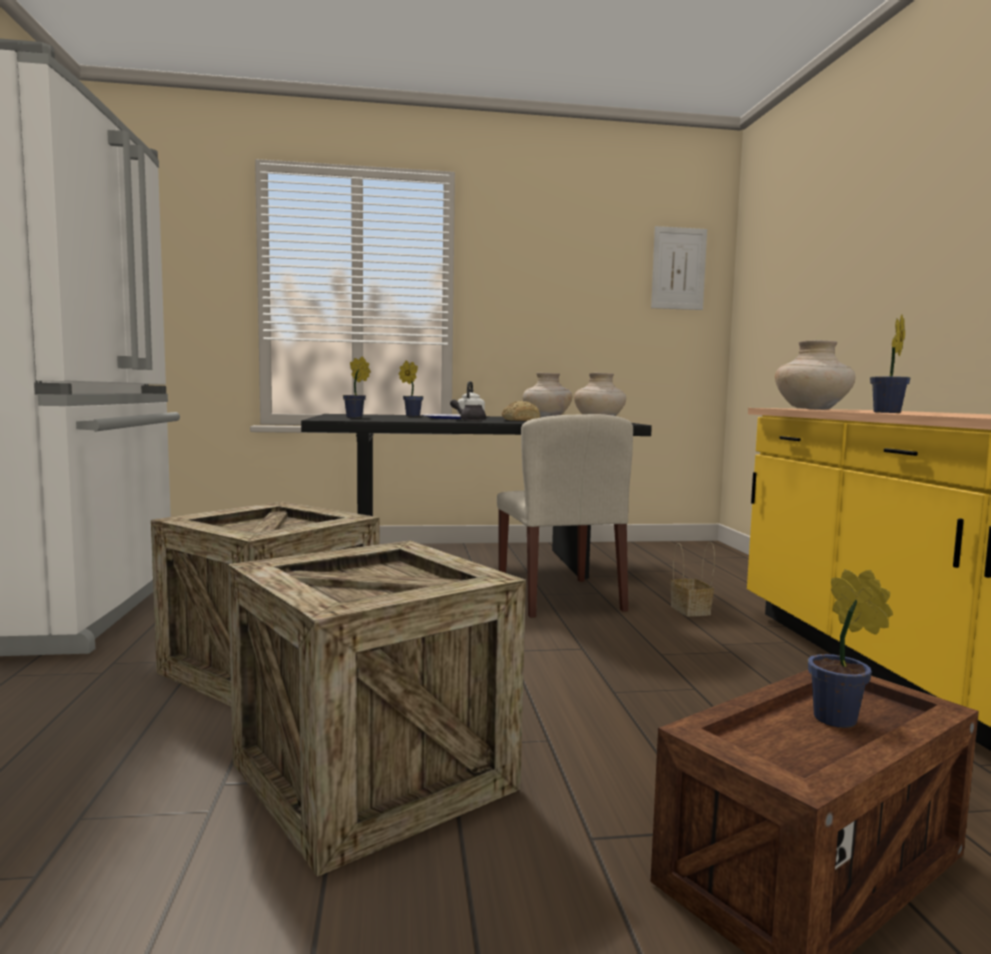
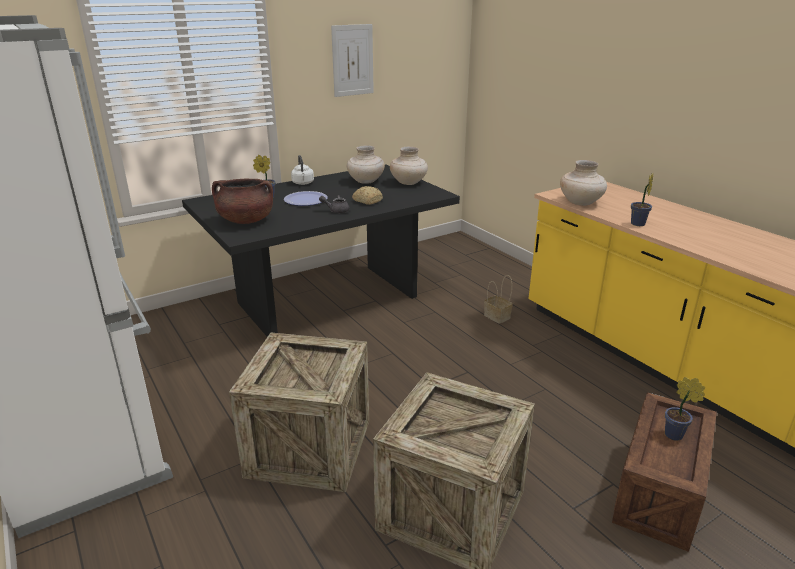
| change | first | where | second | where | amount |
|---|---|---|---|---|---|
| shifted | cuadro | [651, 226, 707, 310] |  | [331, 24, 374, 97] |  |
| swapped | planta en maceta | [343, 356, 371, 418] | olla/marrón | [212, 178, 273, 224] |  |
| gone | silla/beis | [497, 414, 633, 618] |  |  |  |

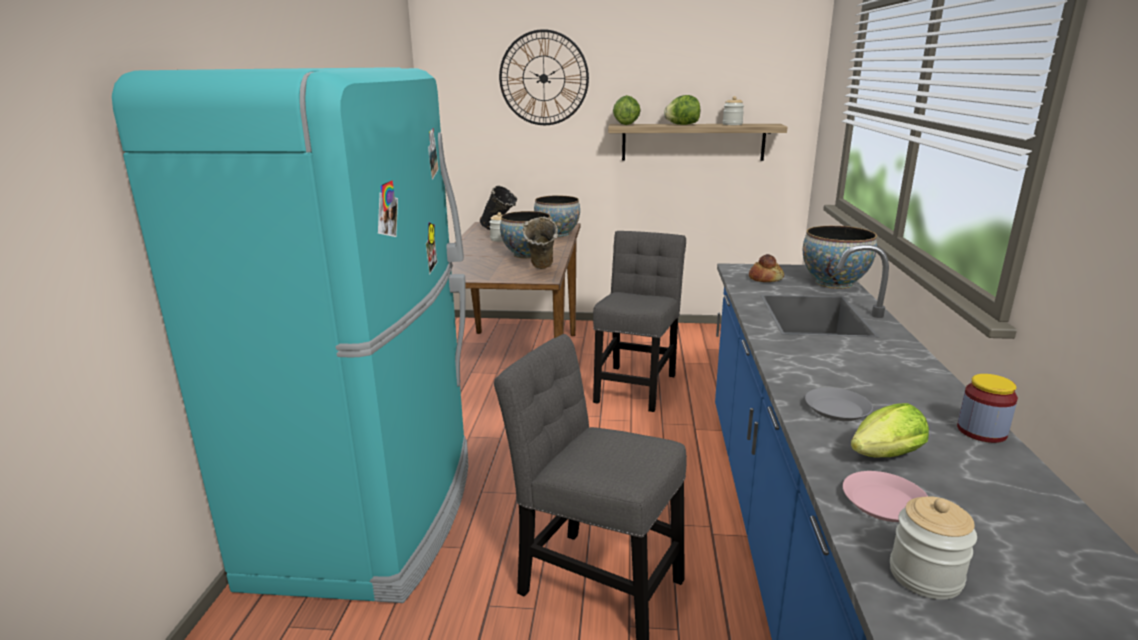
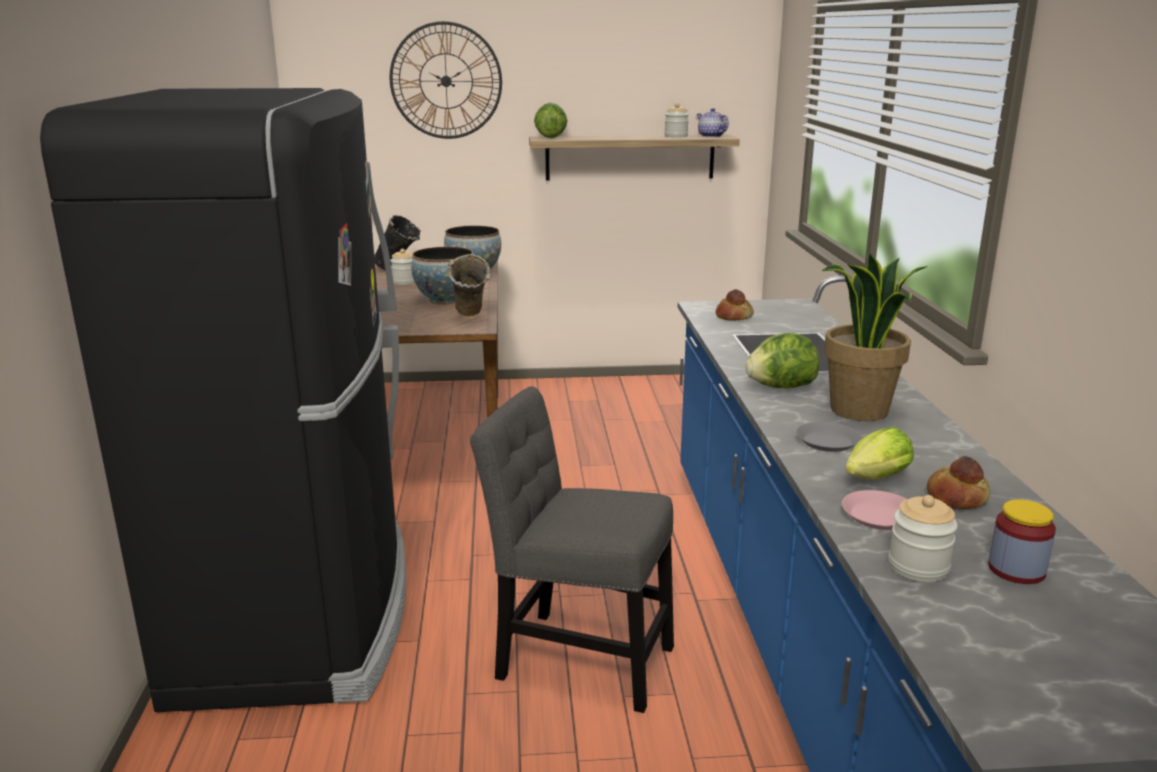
| change | first | where | second | where | amount |
|---|---|---|---|---|---|
| repainted | nevera/turquesa | [112, 67, 468, 603] | nevera/negro | [40, 88, 406, 712] |  |
| shifted | lechuga | [664, 95, 700, 125] |  | [745, 333, 819, 388] |  |
| gone | cuenco | [803, 226, 877, 289] |  |  |  |
| gone | silla/gris | [593, 231, 686, 412] |  |  |  |
| shifted | tarro | [957, 374, 1018, 443] |  | [988, 499, 1056, 584] |  |
| new |  |  | tetera | [697, 108, 729, 137] |  |
| new |  |  | planta en maceta | [821, 253, 928, 421] |  |
| new |  |  | pan | [927, 456, 990, 509] |  |

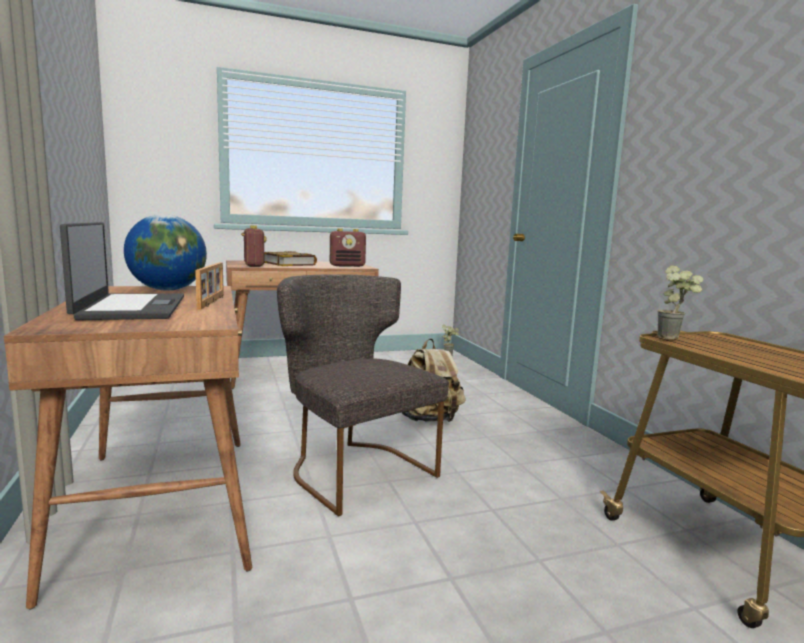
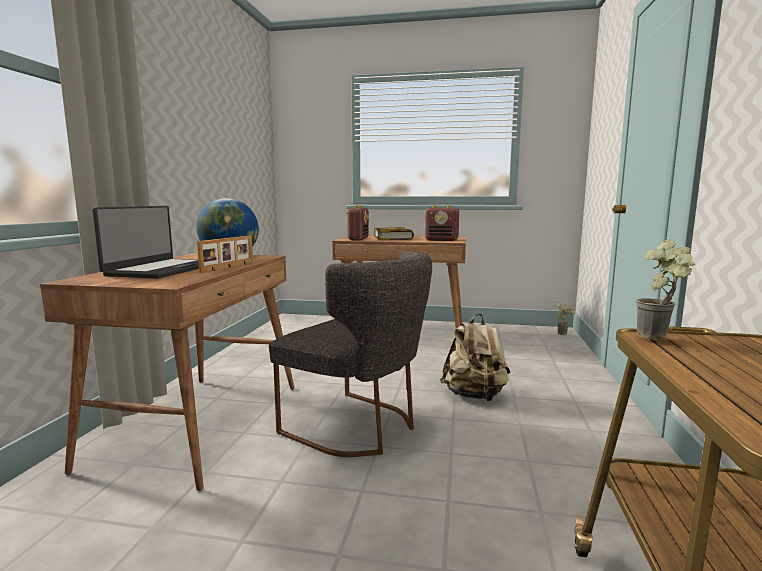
| change | first | where | second | where | amount |
|---|---|---|---|---|---|
| rotated | silla/gris | [277, 274, 449, 516] |  | [269, 251, 432, 457] | 135 degrees clockwise |

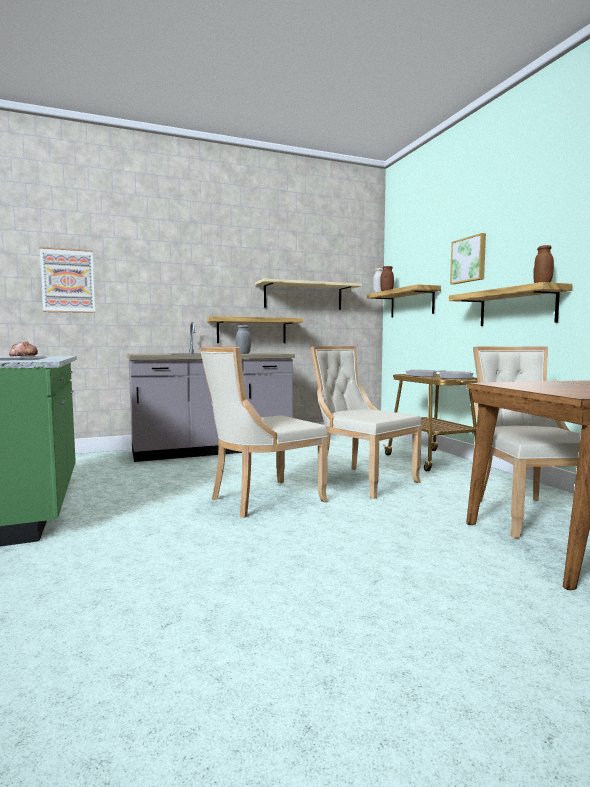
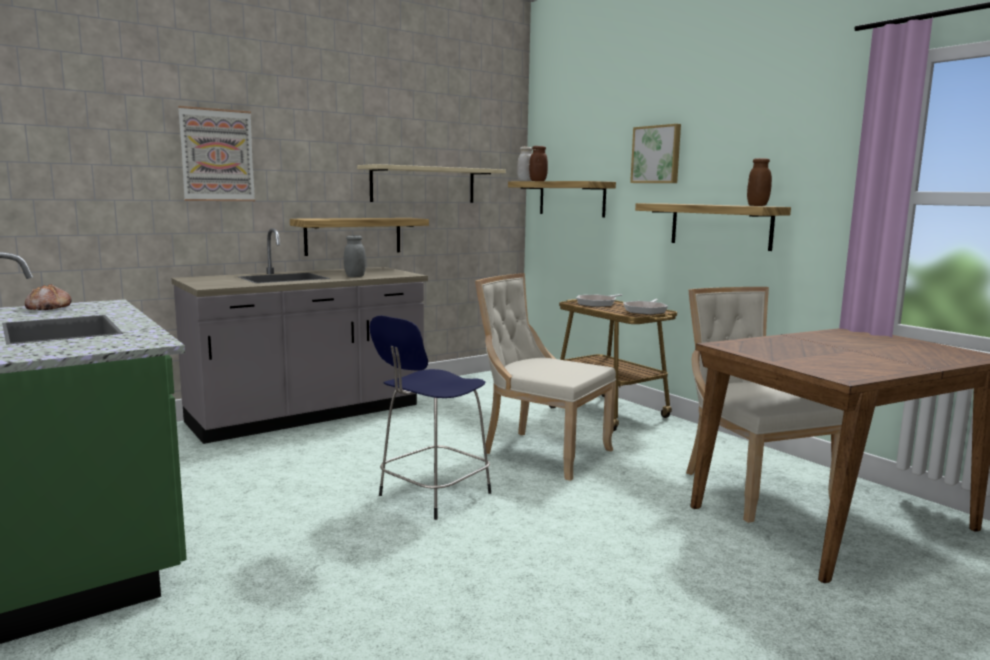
| change | first | where | second | where | amount |
|---|---|---|---|---|---|
| shifted | cuadro | [40, 247, 95, 313] |  | [178, 106, 255, 201] |  |
| swapped | silla/beis | [200, 347, 329, 518] | taburete/azul | [370, 316, 491, 520] |  |

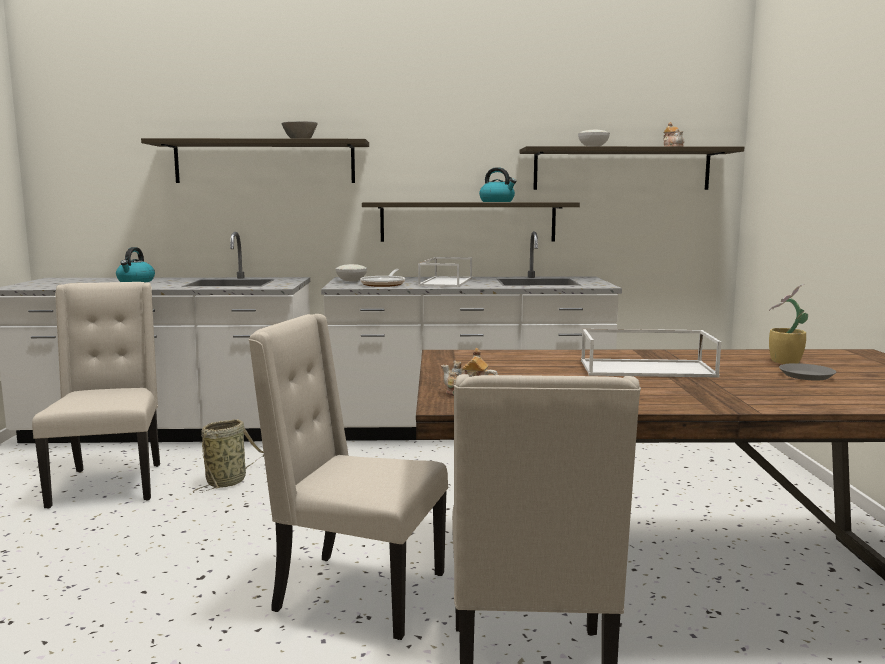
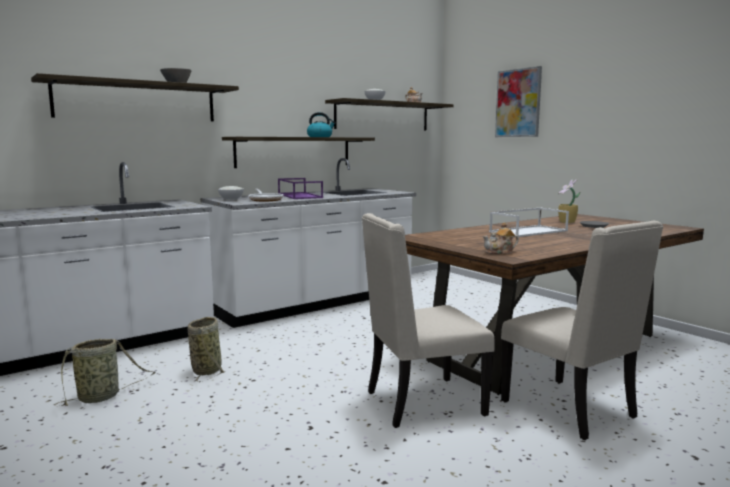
| change | first | where | second | where | amount |
|---|---|---|---|---|---|
| gone | hervidor | [116, 247, 155, 282] |  |  |  |
| repainted | bandeja/blanco | [418, 257, 472, 287] | bandeja/morado | [278, 178, 323, 199] |  |
| swapped | silla/beis | [32, 282, 160, 509] | cesta | [54, 339, 156, 406] |  |
| new |  |  | cuadro | [495, 66, 542, 137] |  |

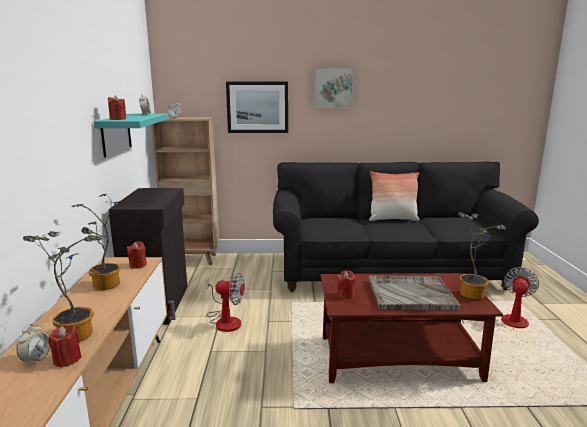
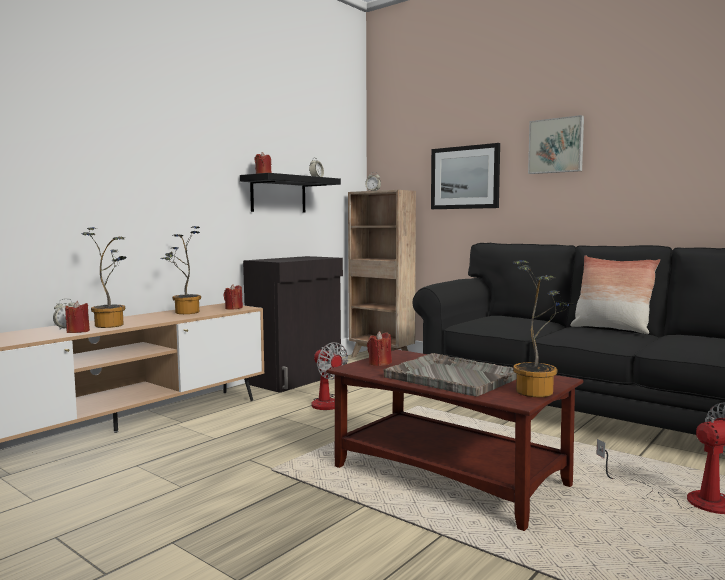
| change | first | where | second | where | amount |
|---|---|---|---|---|---|
| repainted | estante/turquesa | [94, 114, 169, 157] | estante/negro | [240, 173, 341, 212] |  |

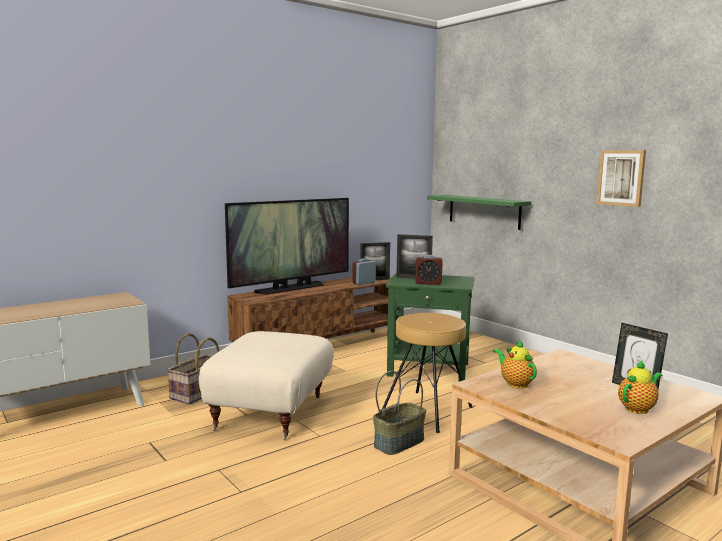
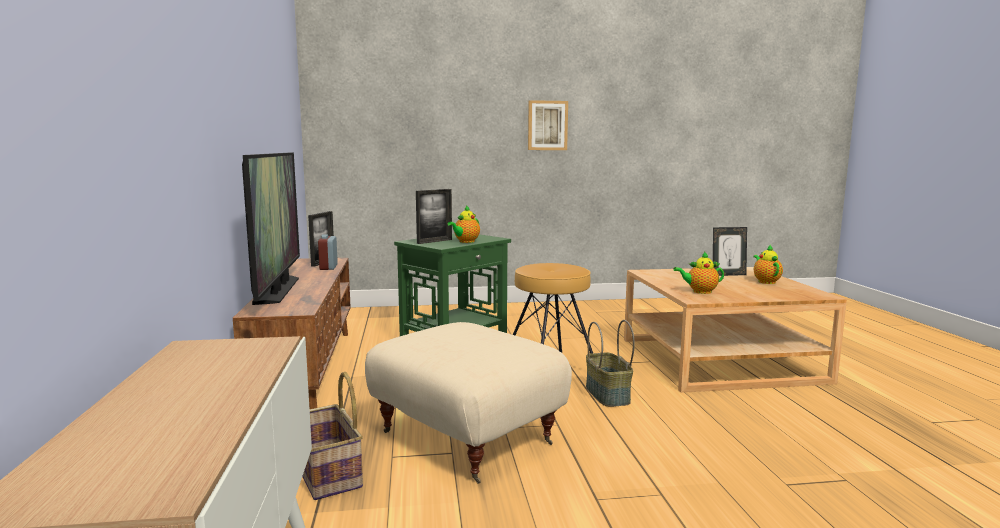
| change | first | where | second | where | amount |
|---|---|---|---|---|---|
| gone | estante/verde | [427, 195, 531, 230] |  |  |  |
| swapped | despertador | [415, 255, 443, 285] | tetera | [448, 205, 480, 243] |  |

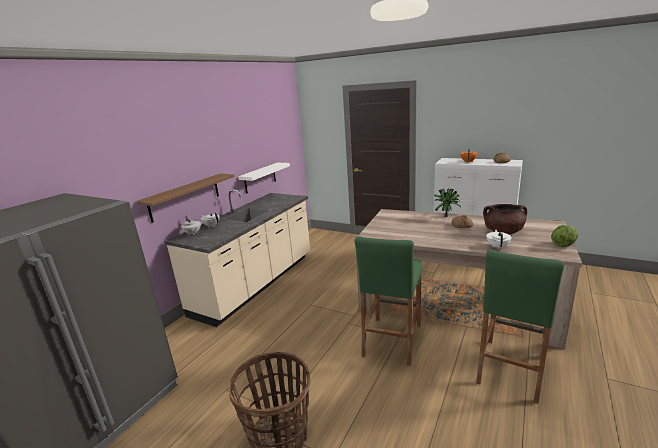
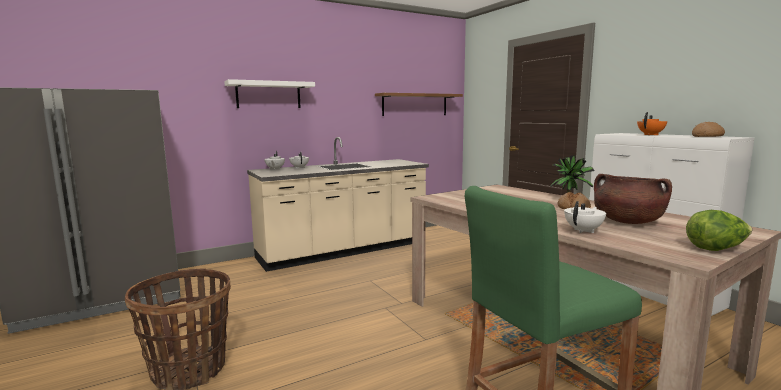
| change | first | where | second | where | amount |
|---|---|---|---|---|---|
| shifted | estante/blanco | [238, 163, 290, 194] |  | [224, 79, 315, 108] |  |
| shifted | estante/marrón | [136, 173, 235, 223] |  | [375, 93, 463, 116] |  |
| gone | taburete/verde | [355, 236, 423, 366] |  |  |  |

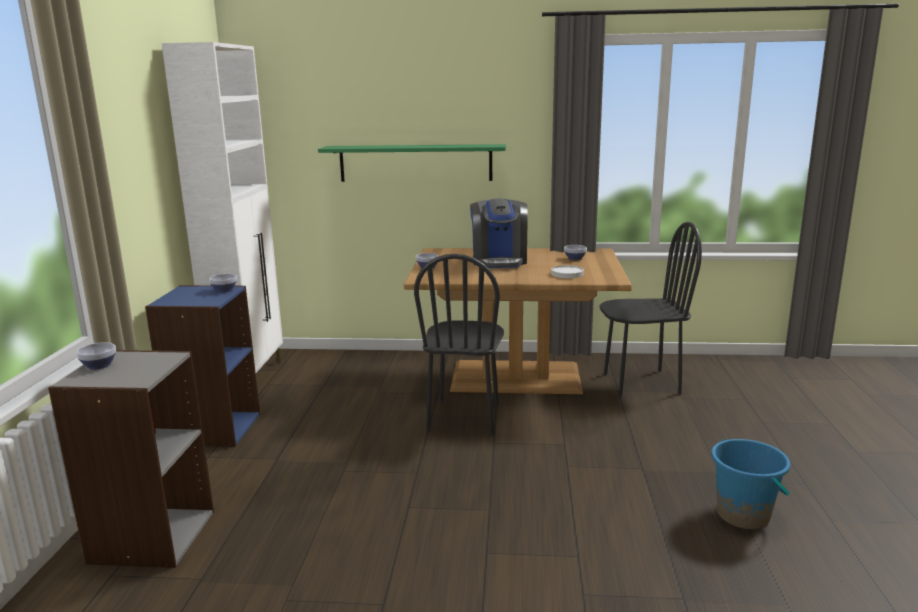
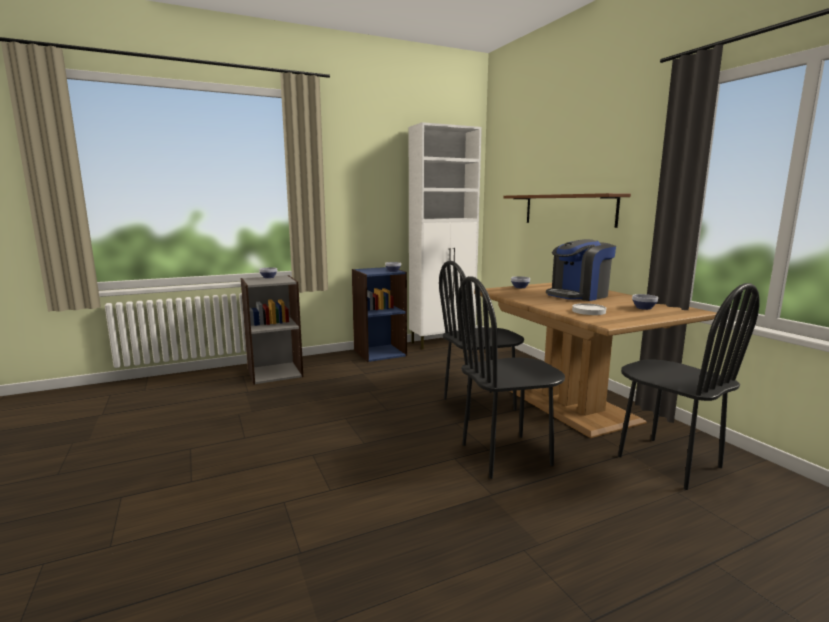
| change | first | where | second | where | amount |
|---|---|---|---|---|---|
| repainted | estante/verde | [318, 144, 506, 182] | estante/marrón | [503, 193, 631, 228] |  |
| gone | cubo/azul | [711, 439, 790, 529] |  |  |  |
| new |  |  | silla/negro | [457, 276, 565, 479] |  |

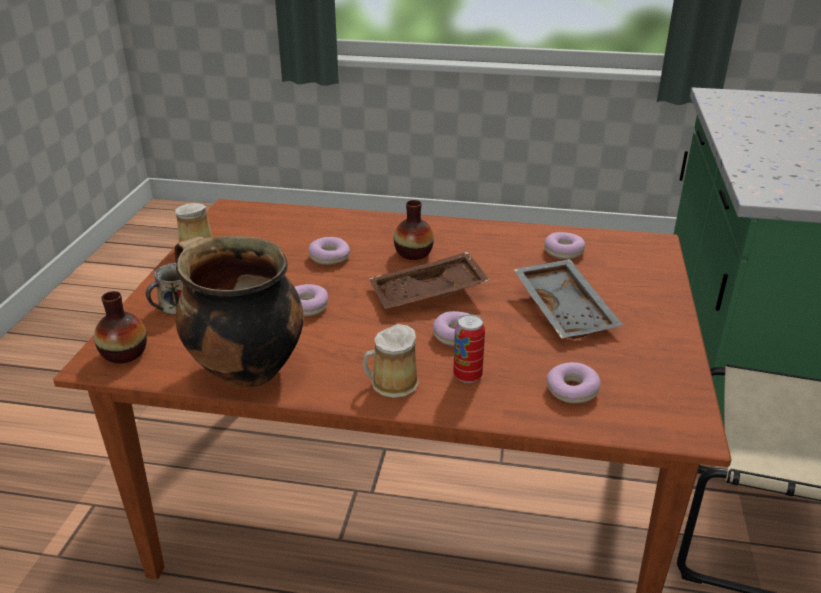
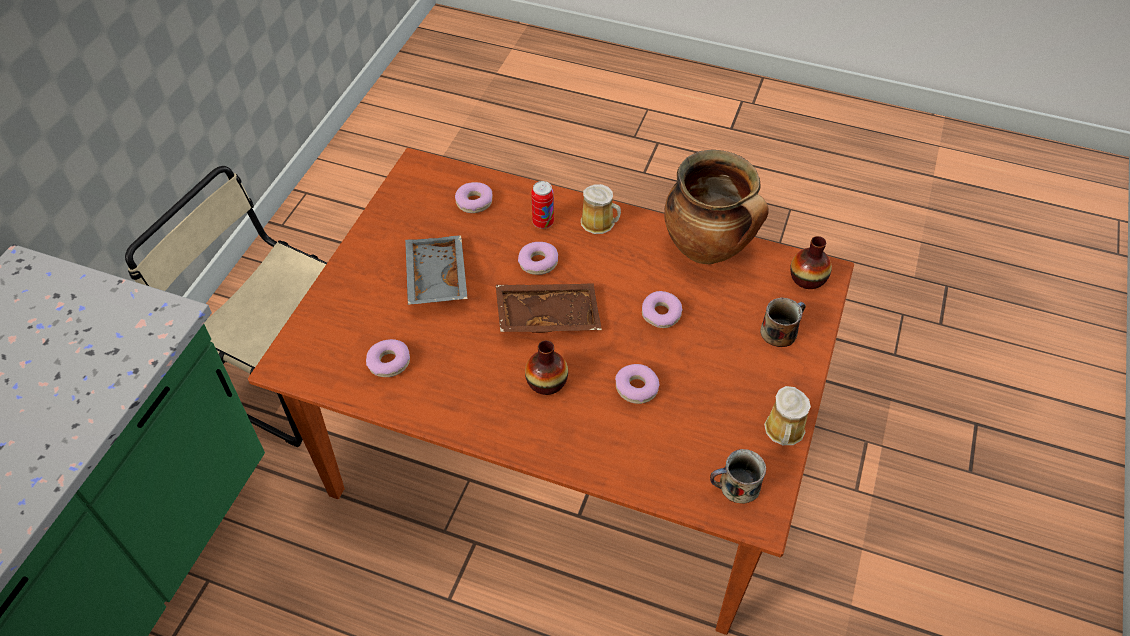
| change | first | where | second | where | amount |
|---|---|---|---|---|---|
| new |  |  | taza grande | [710, 449, 766, 504] |  |

